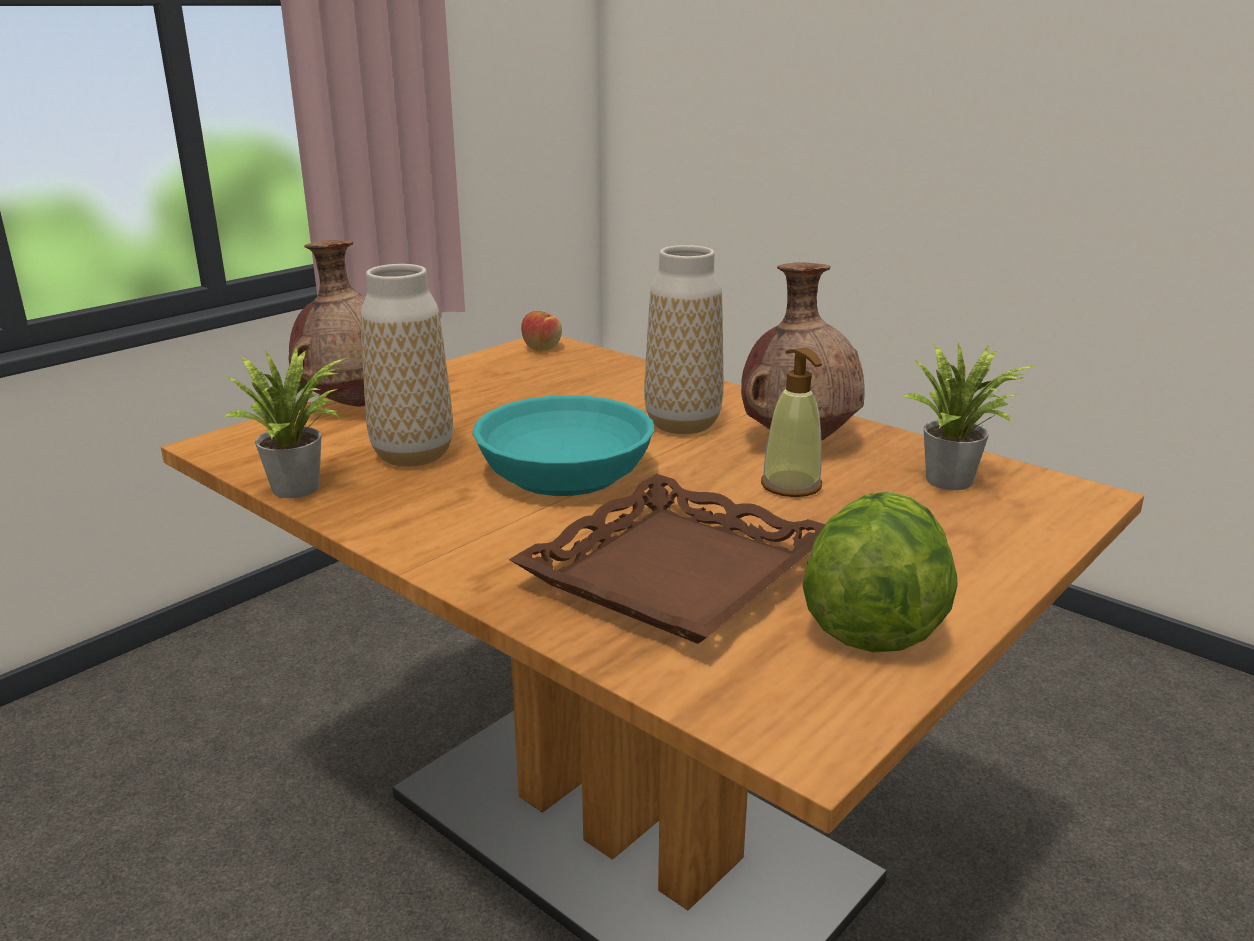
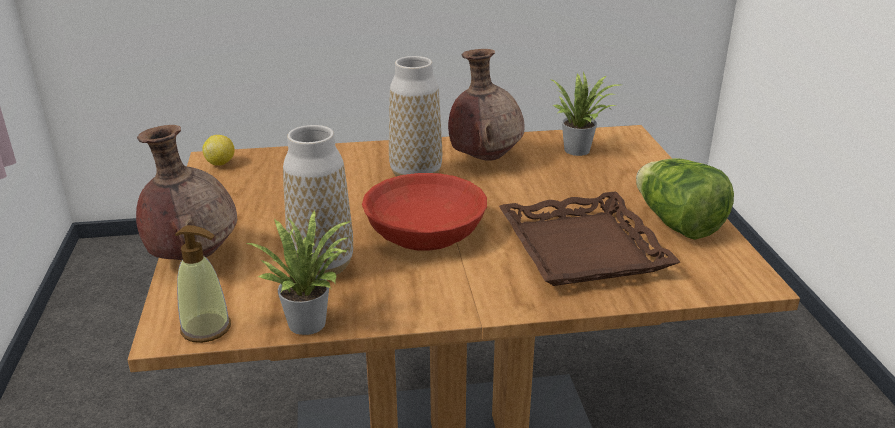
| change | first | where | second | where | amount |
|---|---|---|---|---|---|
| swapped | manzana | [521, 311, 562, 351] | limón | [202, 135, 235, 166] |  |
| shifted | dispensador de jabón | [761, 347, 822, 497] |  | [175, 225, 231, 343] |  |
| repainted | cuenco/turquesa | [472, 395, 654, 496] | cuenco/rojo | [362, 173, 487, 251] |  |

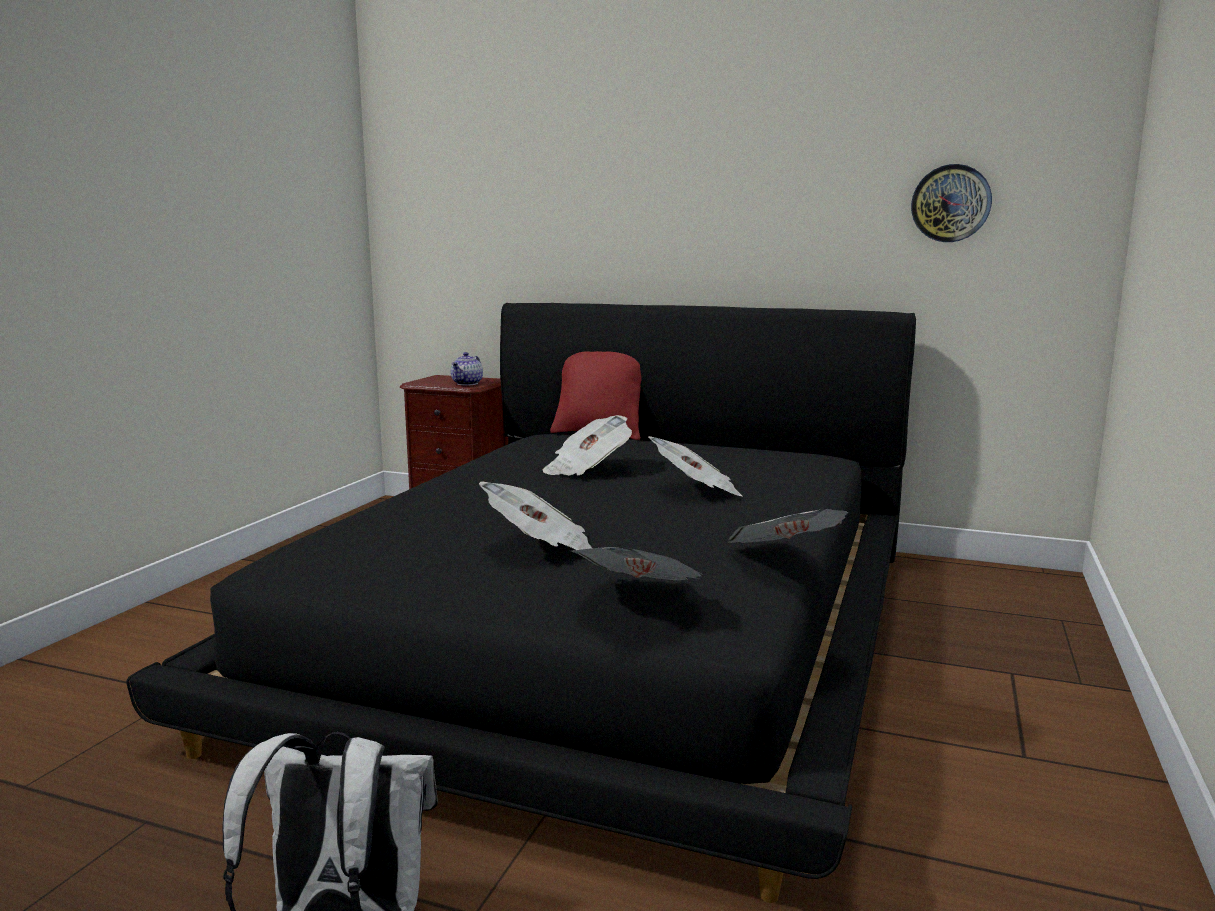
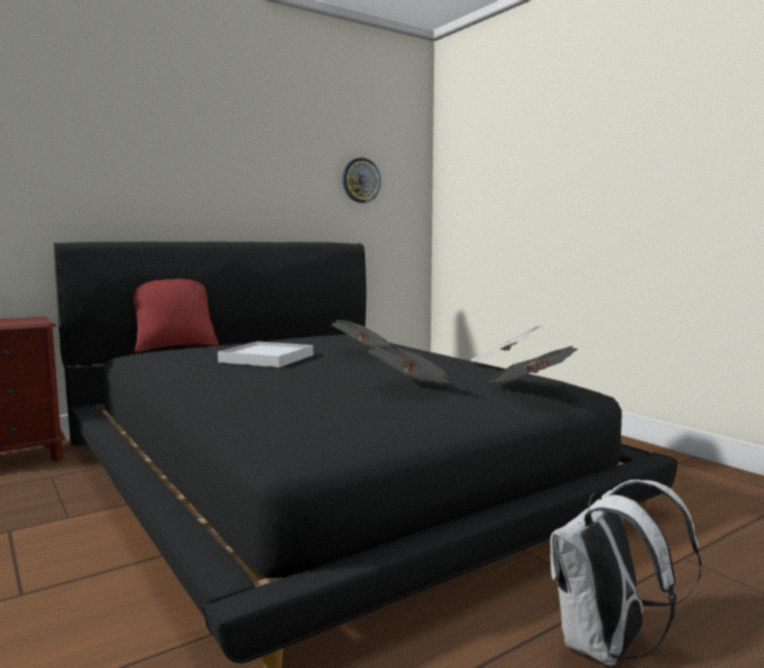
| change | first | where | second | where | amount |
|---|---|---|---|---|---|
| gone | tetera | [451, 352, 483, 386] |  |  |  |
| swapped | periódico | [543, 415, 632, 476] | bandeja/blanco | [218, 341, 313, 367] |  |

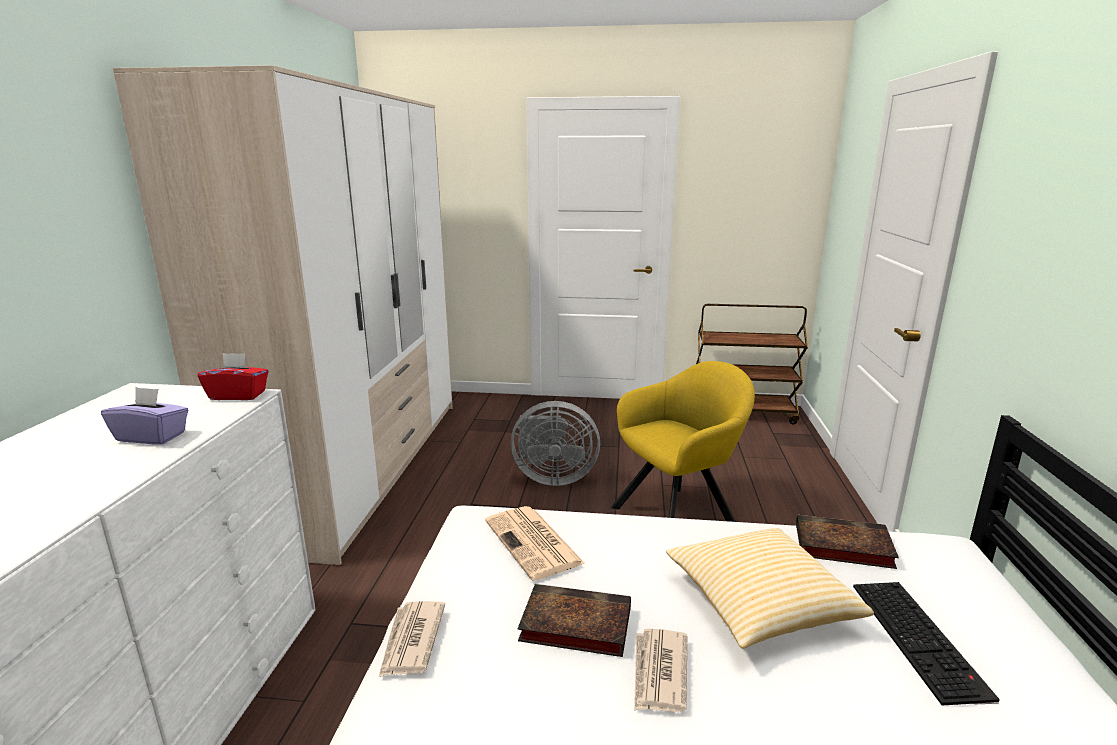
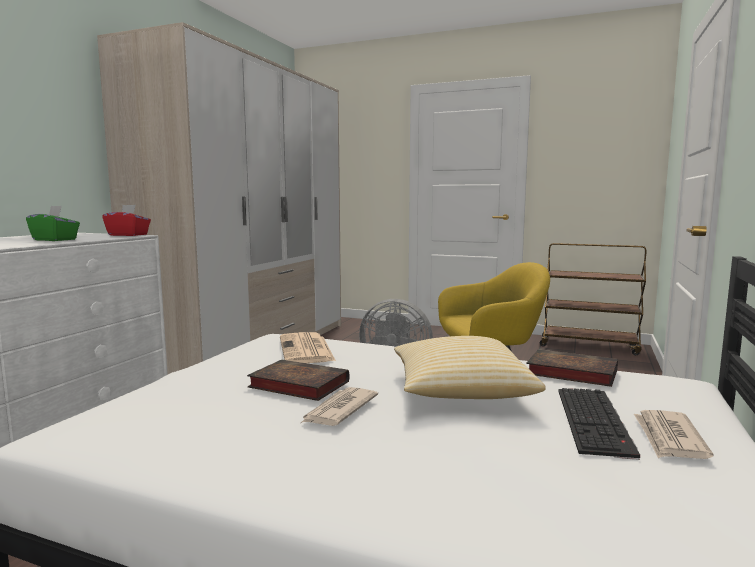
| change | first | where | second | where | amount |
|---|---|---|---|---|---|
| repainted | caja de pañuelos/morado | [101, 387, 189, 445] | caja de pañuelos/verde | [26, 206, 80, 241] |  |
| shifted | periódico | [379, 601, 445, 677] |  | [634, 410, 714, 459] |  |

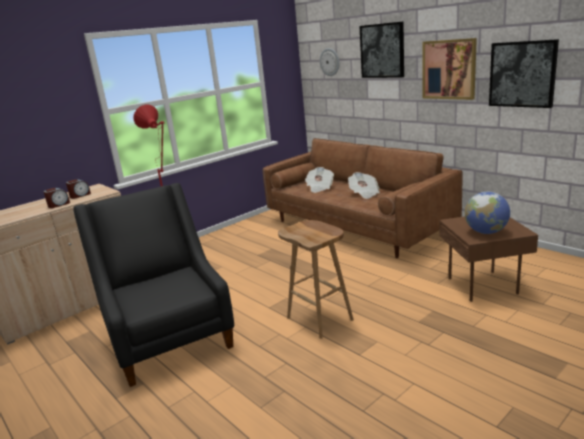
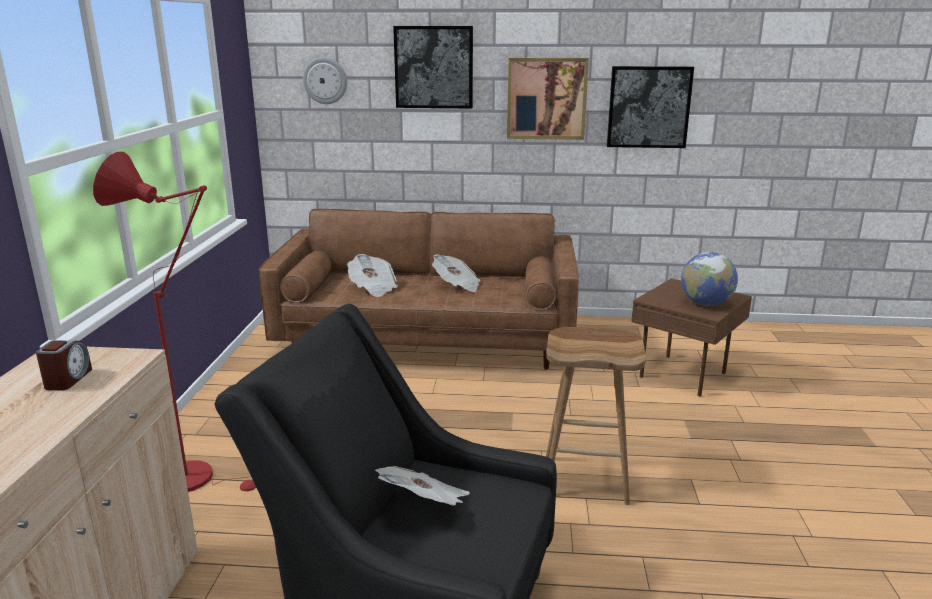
| change | first | where | second | where | amount |
|---|---|---|---|---|---|
| gone | despertador | [44, 188, 70, 208] |  |  |  |
| new |  |  | periódico | [374, 466, 470, 506] |  |

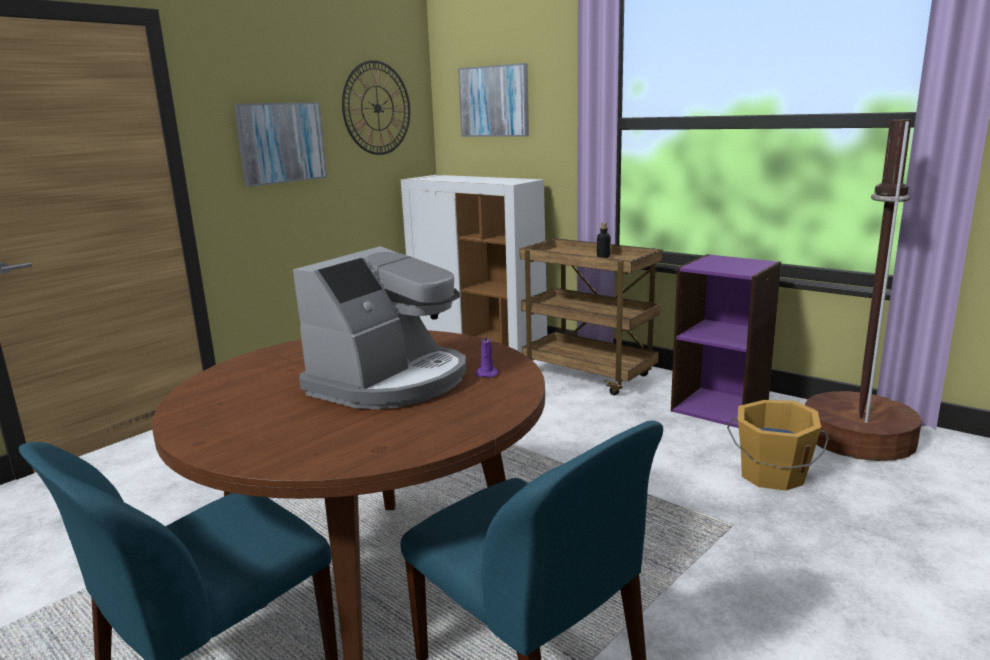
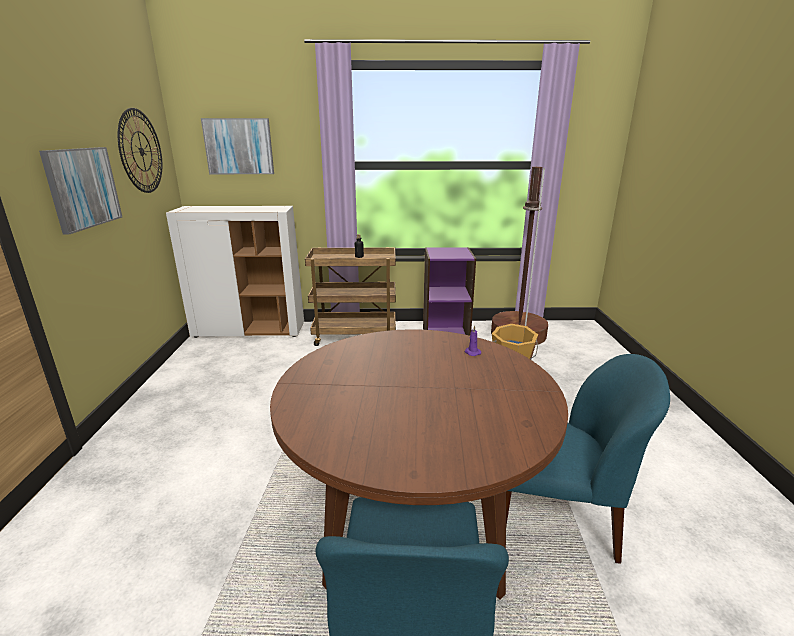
| change | first | where | second | where | amount |
|---|---|---|---|---|---|
| gone | cafetera | [293, 246, 466, 409] |  |  |  |

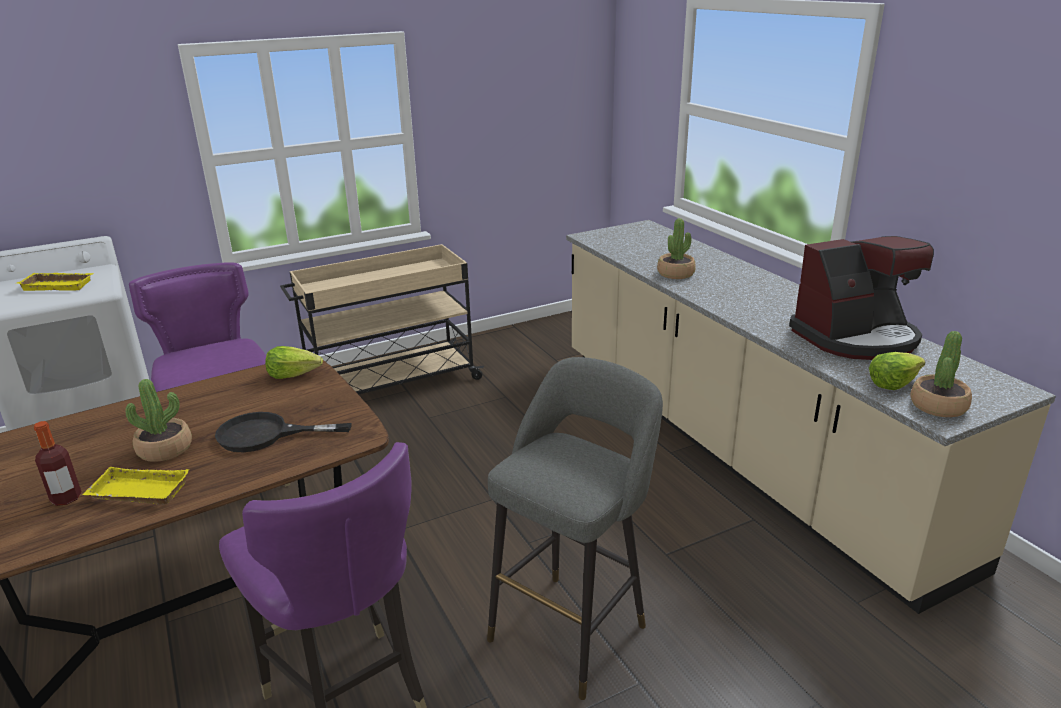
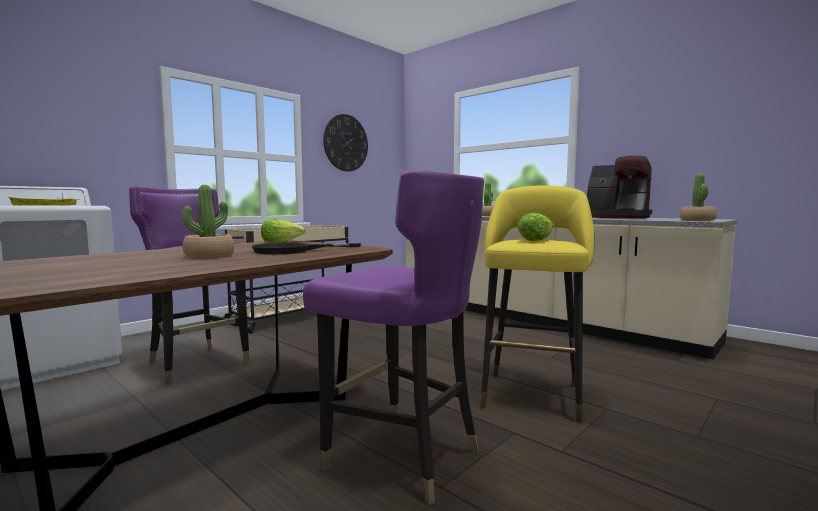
| change | first | where | second | where | amount |
|---|---|---|---|---|---|
| rotated | cafetera | [789, 236, 934, 360] |  | [587, 156, 652, 218] | 75 degrees clockwise |
| shifted | lechuga | [869, 352, 925, 390] |  | [518, 213, 554, 241] |  |
| repainted | taburete/gris | [487, 357, 663, 700] | taburete/amarillo | [480, 185, 595, 423] |  |
| gone | botella | [34, 421, 82, 506] |  |  |  |
| gone | bandeja/amarillo | [82, 467, 189, 505] |  |  |  |
| new |  |  | reloj de pared | [323, 114, 368, 172] |  |

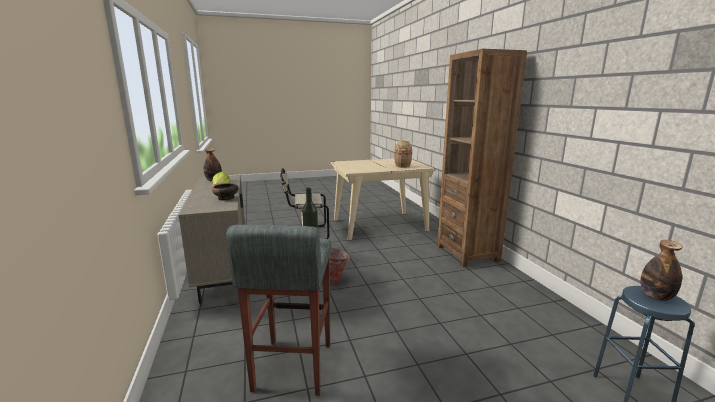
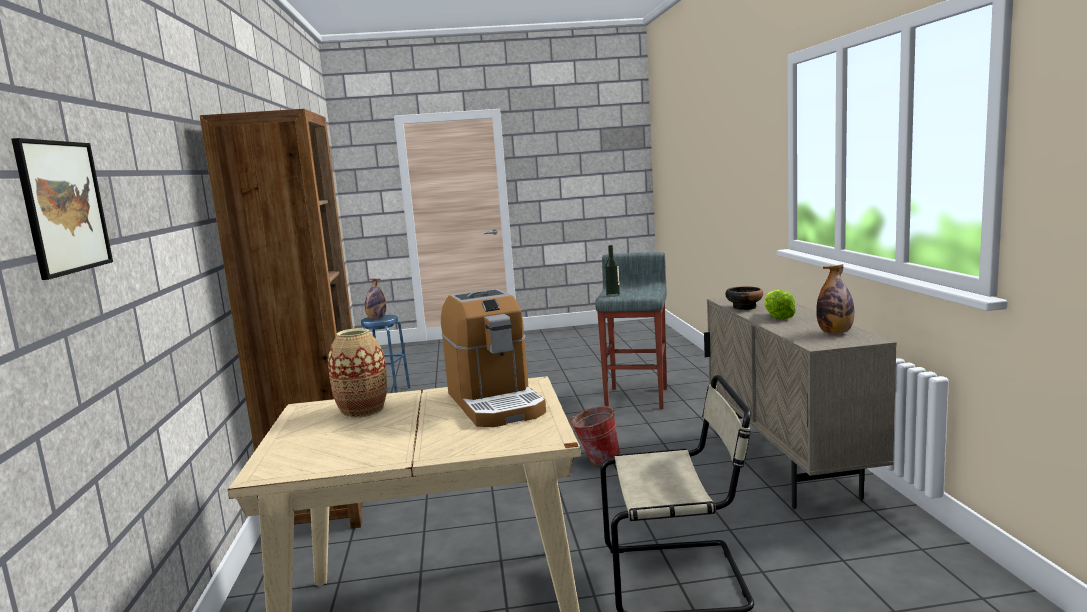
| change | first | where | second | where | amount |
|---|---|---|---|---|---|
| new |  |  | cuadro | [11, 138, 113, 280] |  |
| new |  |  | cafetera | [441, 289, 546, 427] |  |

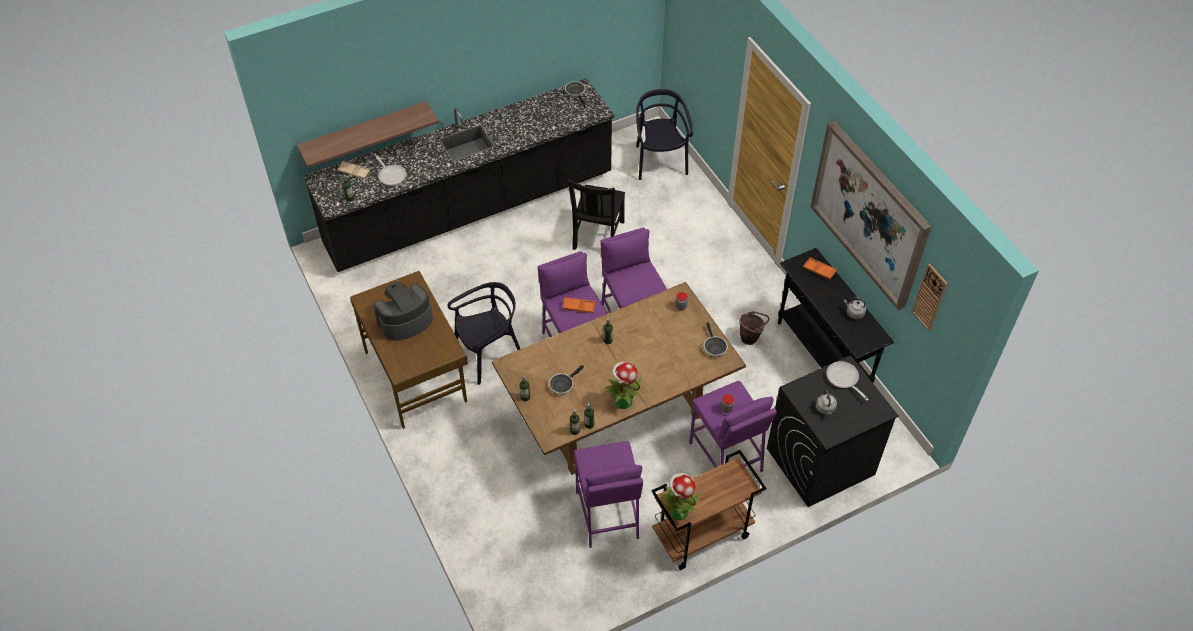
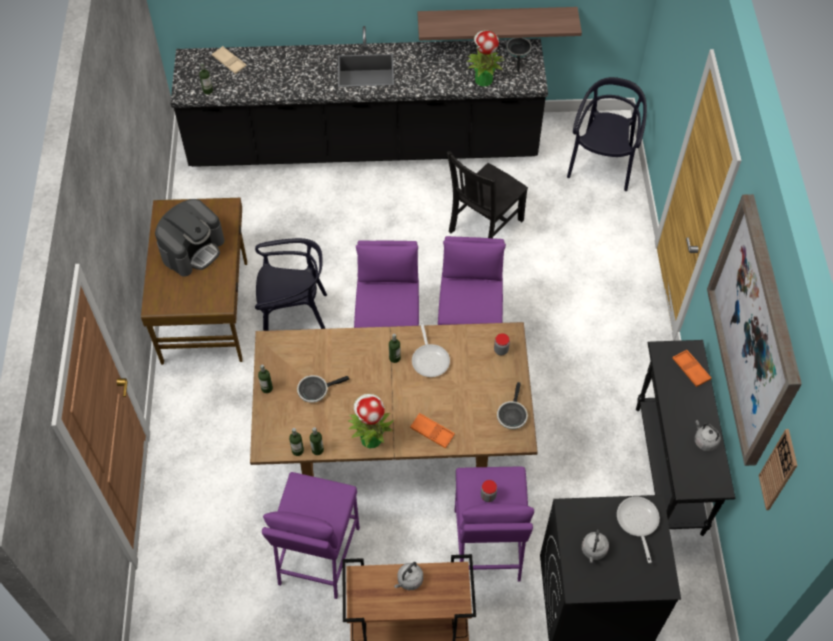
| change | first | where | second | where | amount |
|---|---|---|---|---|---|
| shifted | estante | [297, 101, 439, 168] |  | [417, 7, 582, 40] |  |
| shifted | sartén | [374, 154, 407, 186] |  | [412, 321, 450, 377] |  |
| rotated | cafetera | [374, 282, 433, 341] |  | [155, 199, 224, 277] | 135 degrees clockwise |
| shifted | bandeja/naranja | [563, 297, 595, 313] |  | [410, 413, 455, 449] |  |
| gone | cubo/marrón | [739, 311, 769, 345] |  |  |  |
| shifted | planta en maceta | [660, 473, 701, 521] |  | [467, 30, 504, 87] |  |
| new |  |  | hervidor/gris | [394, 562, 423, 590] |  |

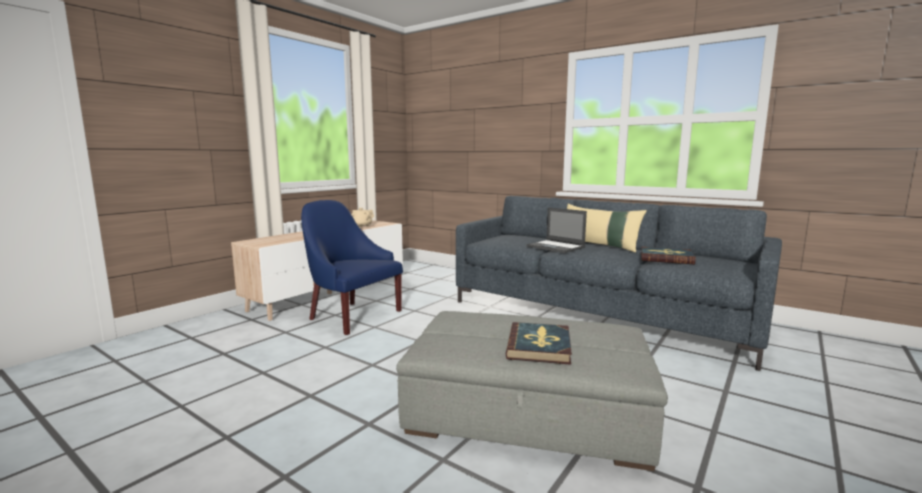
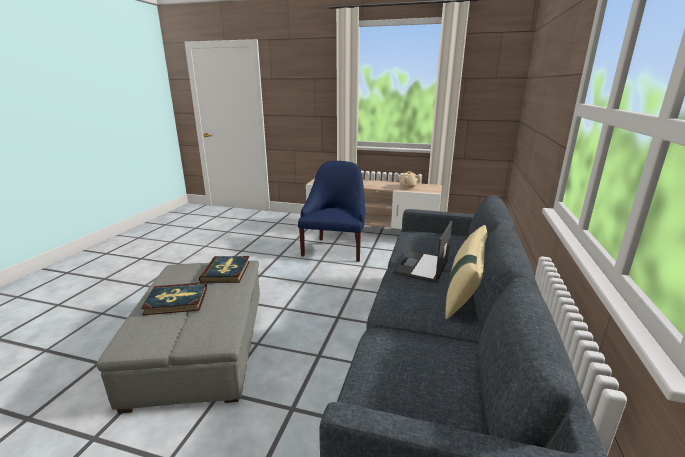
| change | first | where | second | where | amount |
|---|---|---|---|---|---|
| shifted | libro | [641, 247, 696, 265] |  | [199, 256, 250, 283] |  |

